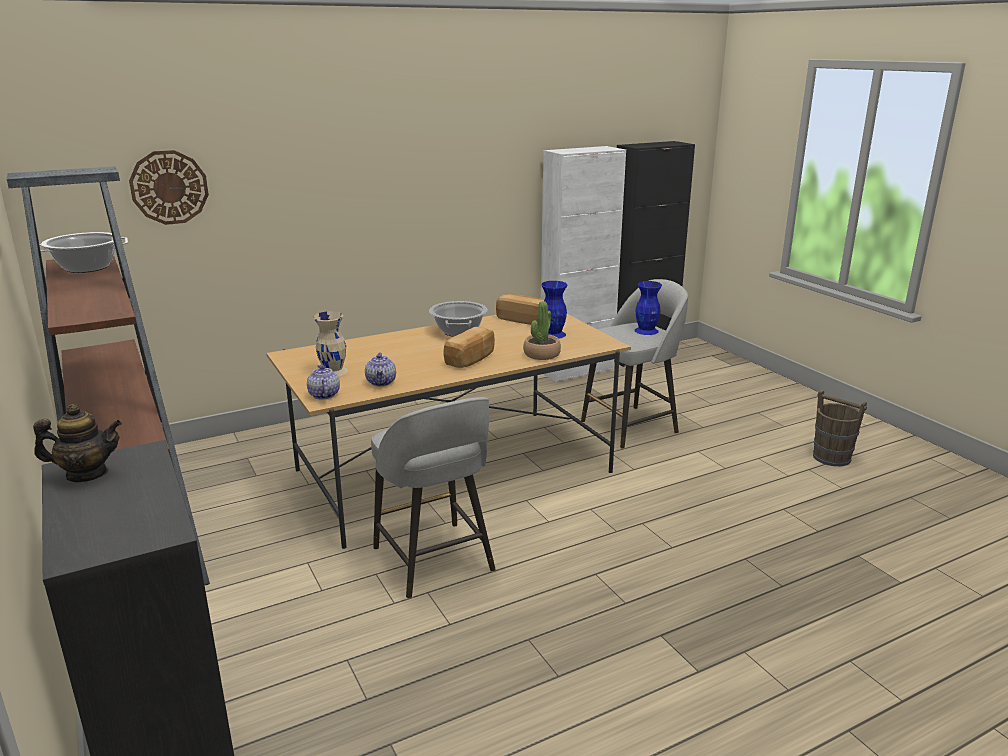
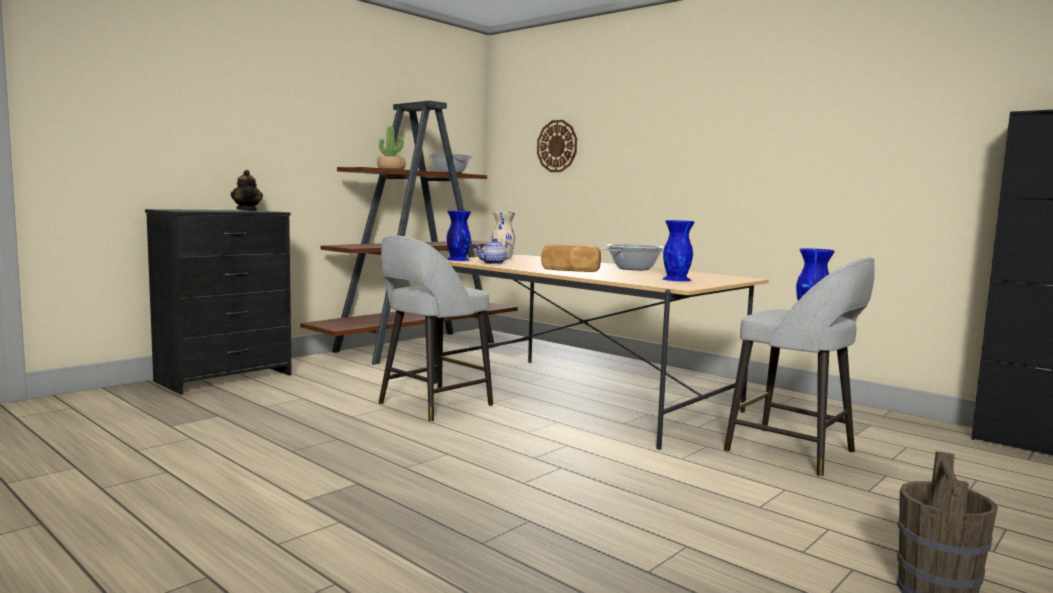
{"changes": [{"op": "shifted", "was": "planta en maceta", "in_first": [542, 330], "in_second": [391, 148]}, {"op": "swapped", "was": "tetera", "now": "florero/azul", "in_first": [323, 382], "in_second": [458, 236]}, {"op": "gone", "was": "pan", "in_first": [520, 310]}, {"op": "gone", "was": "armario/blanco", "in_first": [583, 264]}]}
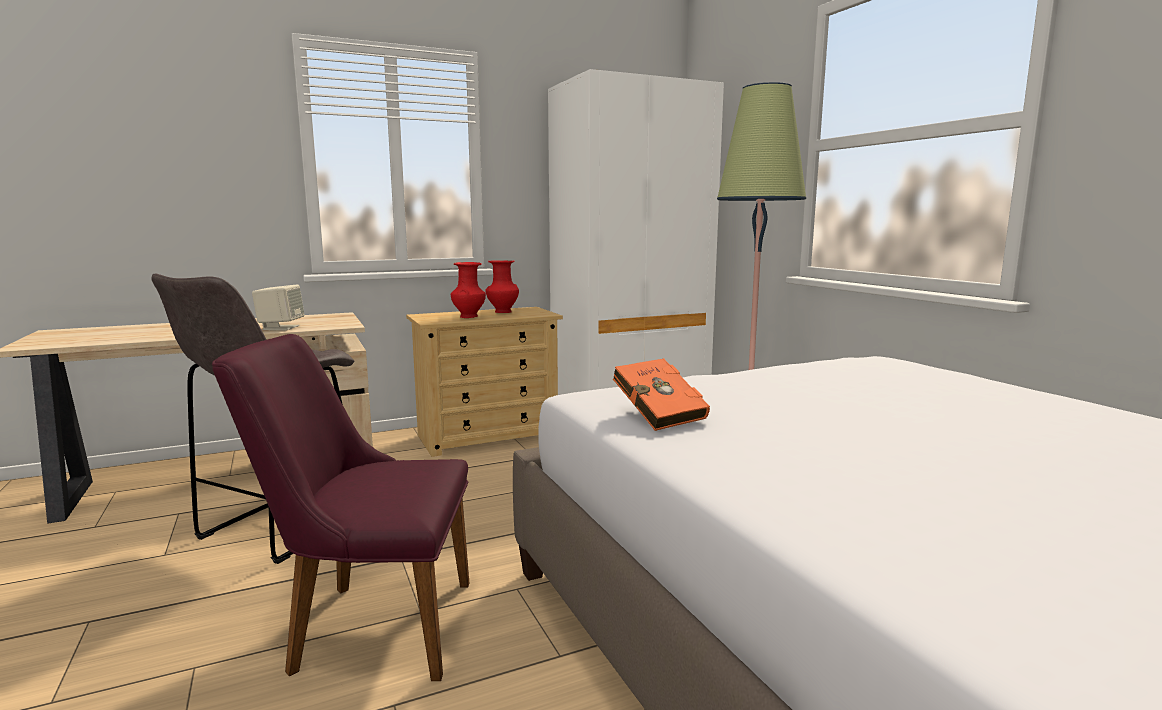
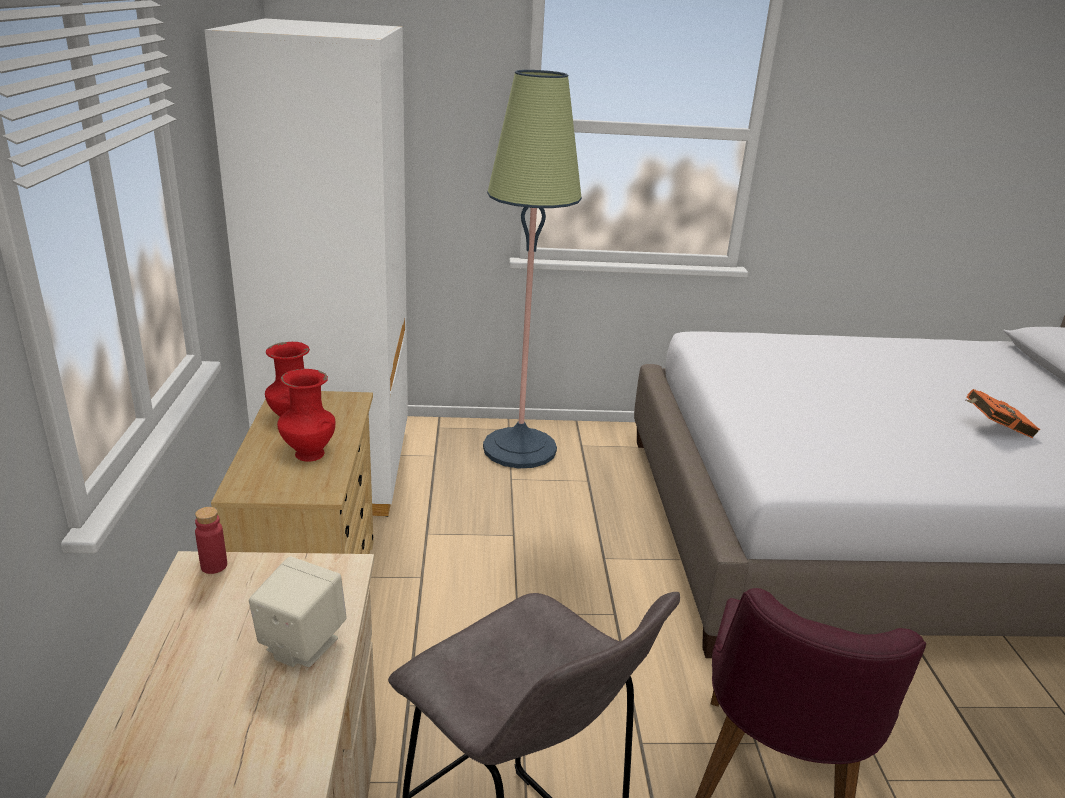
{"changes": [{"op": "new", "now": "botella/rojo", "in_second": [211, 540]}, {"op": "shifted", "was": "libro/naranja", "in_first": [661, 394], "in_second": [1002, 413]}]}
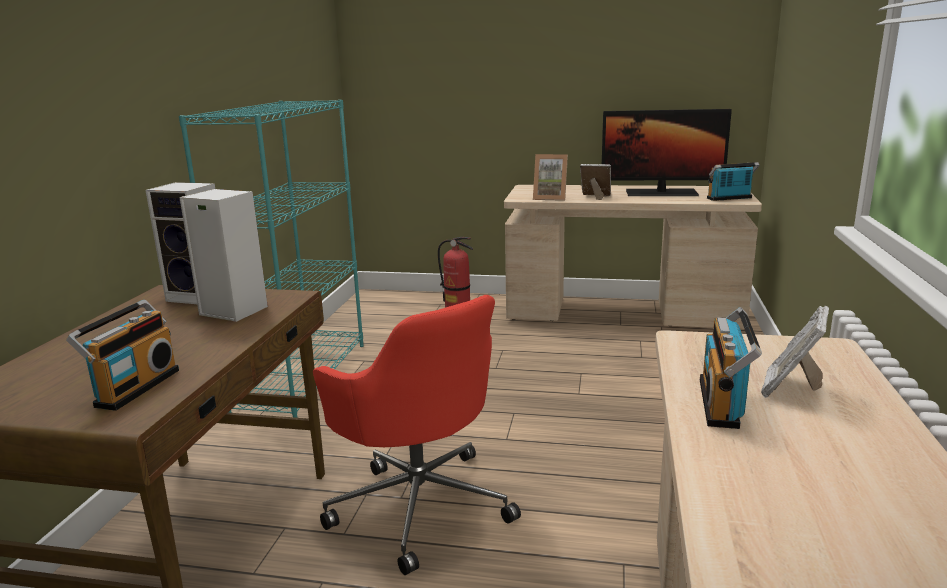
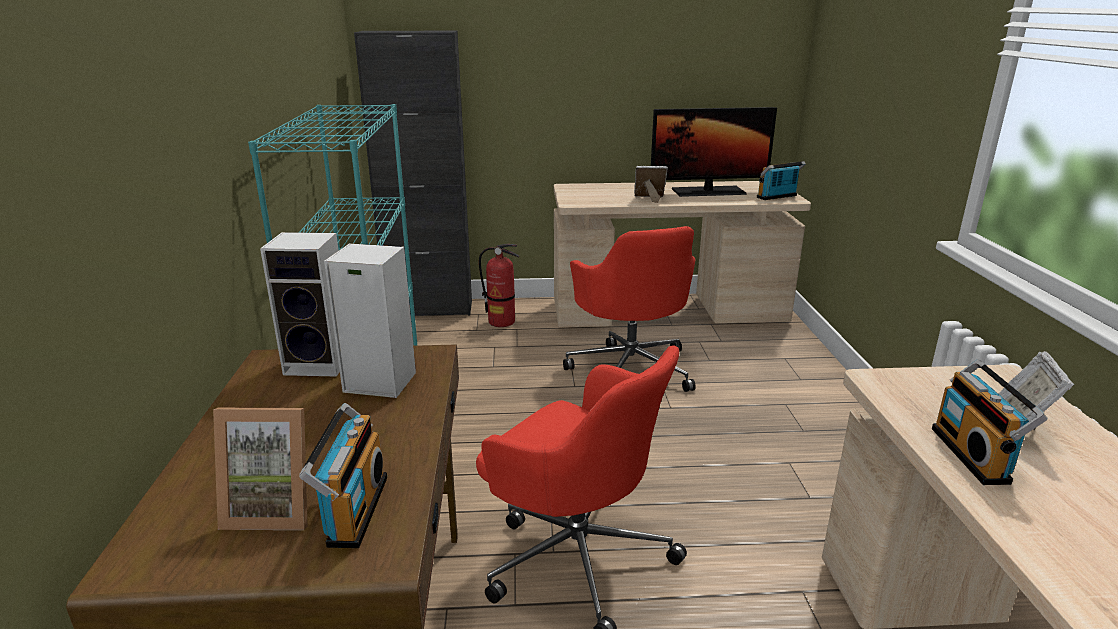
{"changes": [{"op": "shifted", "was": "portarretratos", "in_first": [550, 177], "in_second": [260, 469]}, {"op": "new", "now": "armario/negro", "in_second": [413, 173]}, {"op": "new", "now": "silla de oficina/rojo", "in_second": [629, 309]}]}
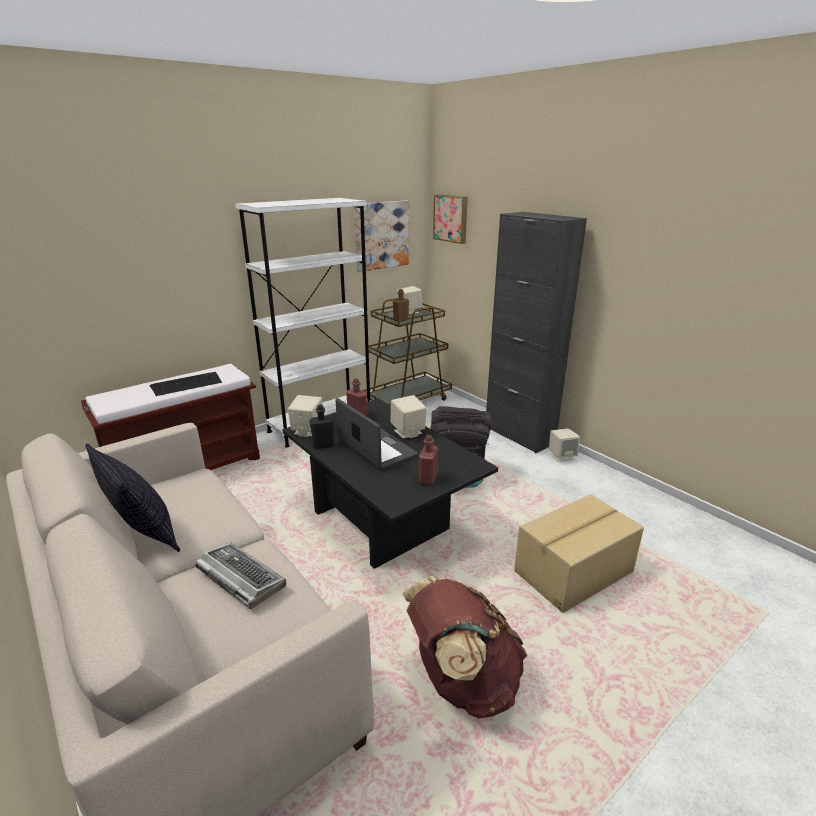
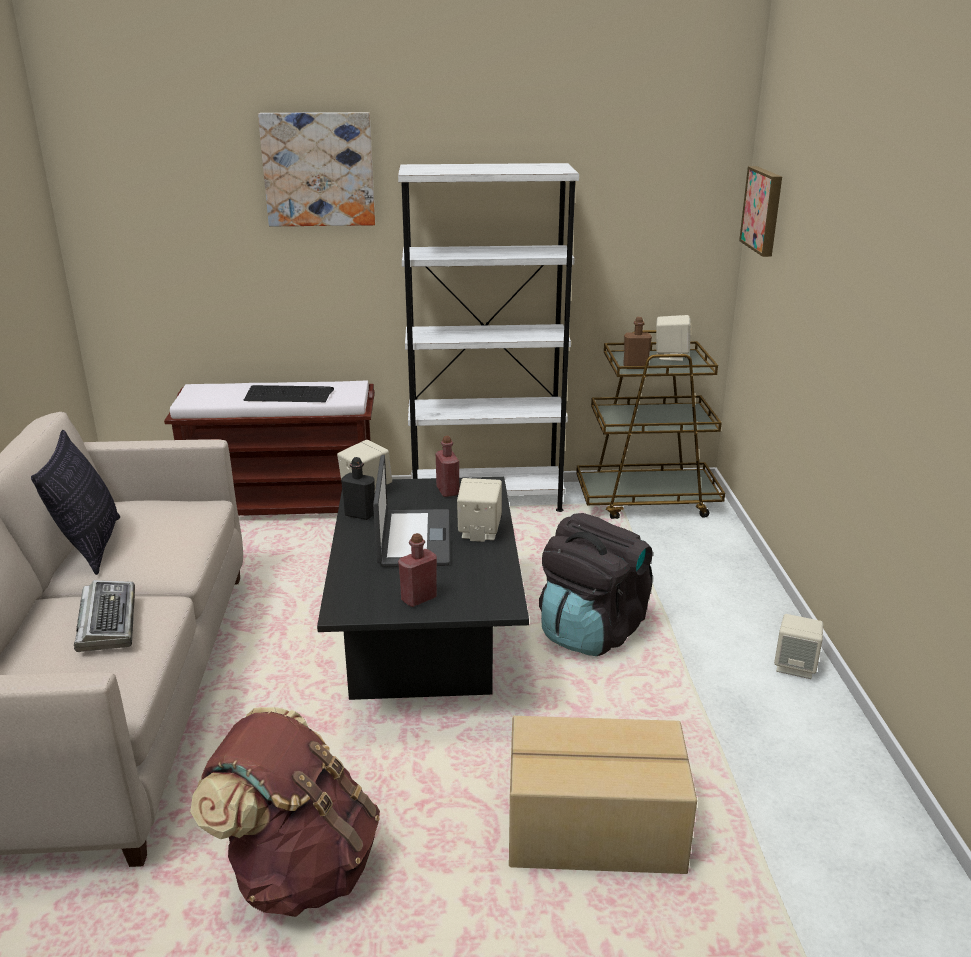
{"changes": [{"op": "shifted", "was": "cuadro", "in_first": [381, 236], "in_second": [316, 169]}, {"op": "gone", "was": "armario/negro", "in_first": [536, 332]}]}
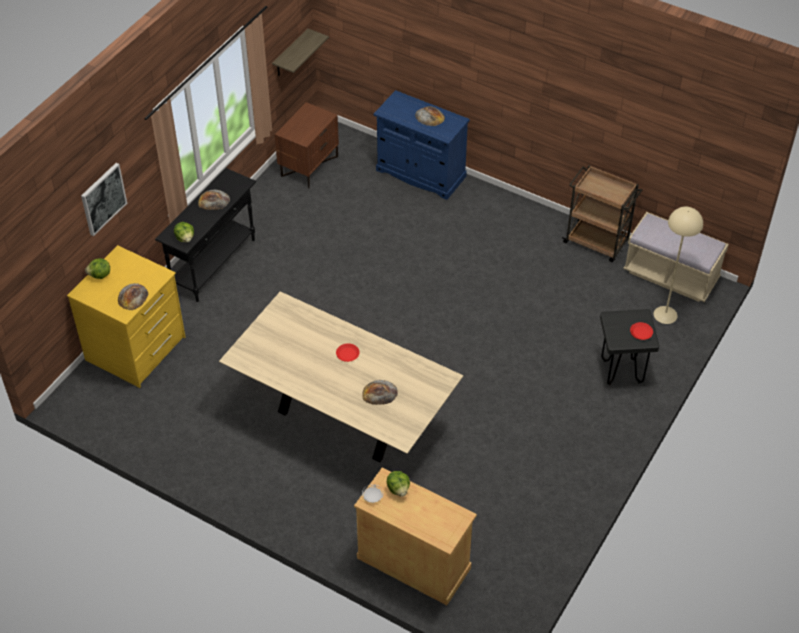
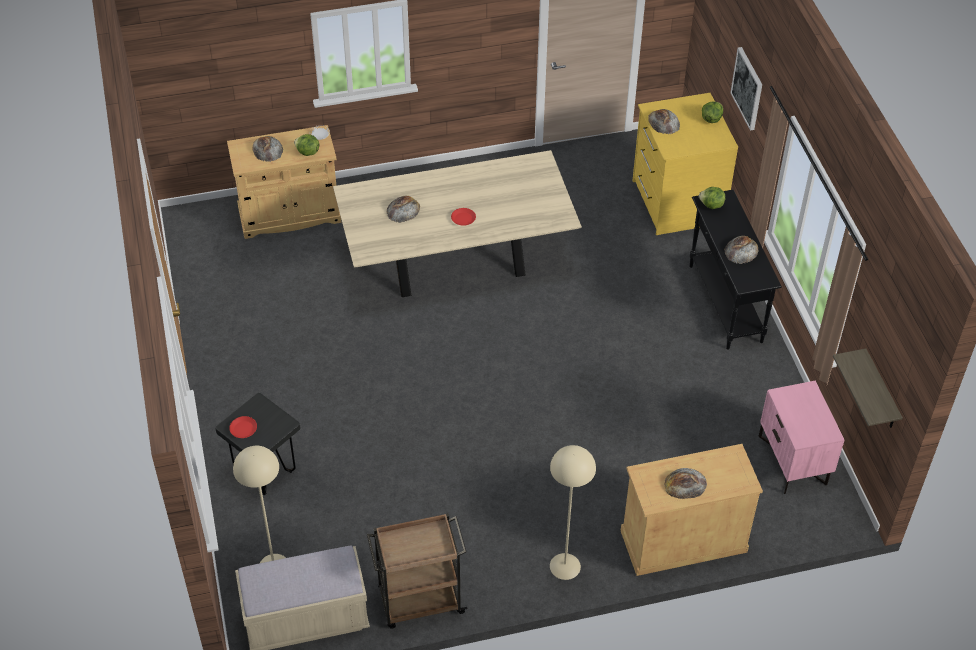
{"changes": [{"op": "new", "now": "pan", "in_second": [267, 149]}, {"op": "new", "now": "lámpara de pie/beis", "in_second": [573, 512]}, {"op": "repainted", "was": "armario/azul", "now": "armario/beis", "in_first": [422, 145], "in_second": [692, 510]}, {"op": "repainted", "was": "mesita de noche/marrón", "now": "mesita de noche/rosa", "in_first": [307, 145], "in_second": [801, 437]}]}
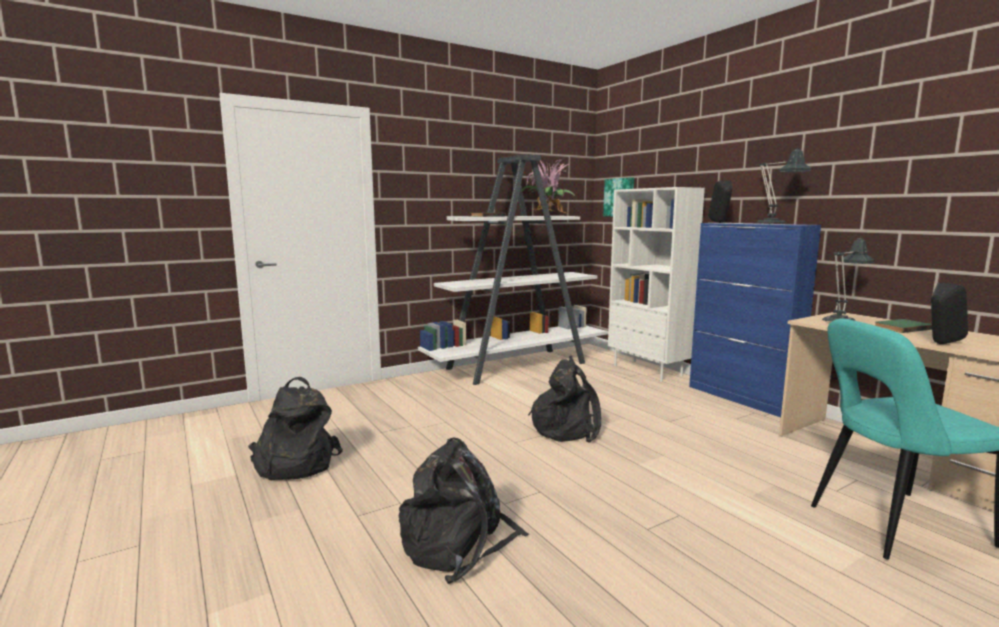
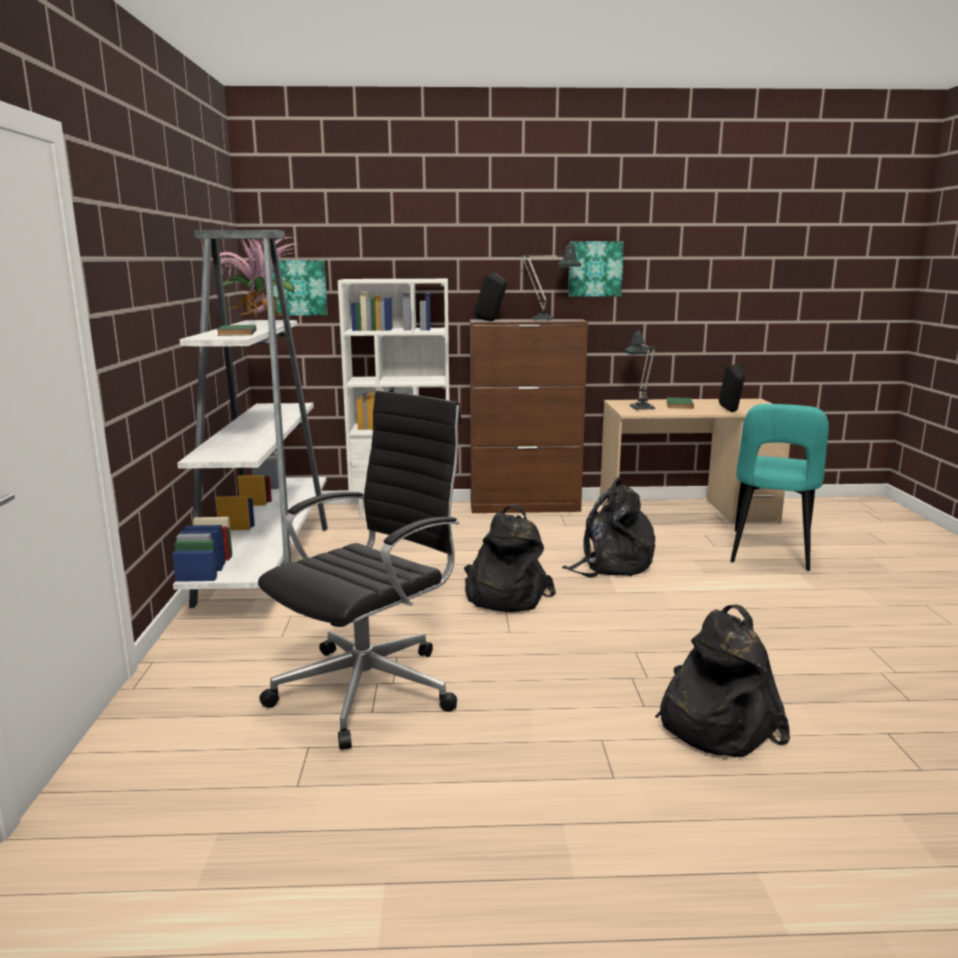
{"changes": [{"op": "new", "now": "silla de oficina/negro", "in_second": [360, 570]}, {"op": "repainted", "was": "armario/azul", "now": "armario/marrón", "in_first": [755, 320], "in_second": [529, 416]}, {"op": "shifted", "was": "mochila/negro", "in_first": [295, 428], "in_second": [608, 527]}, {"op": "new", "now": "cuadro", "in_second": [596, 269]}]}
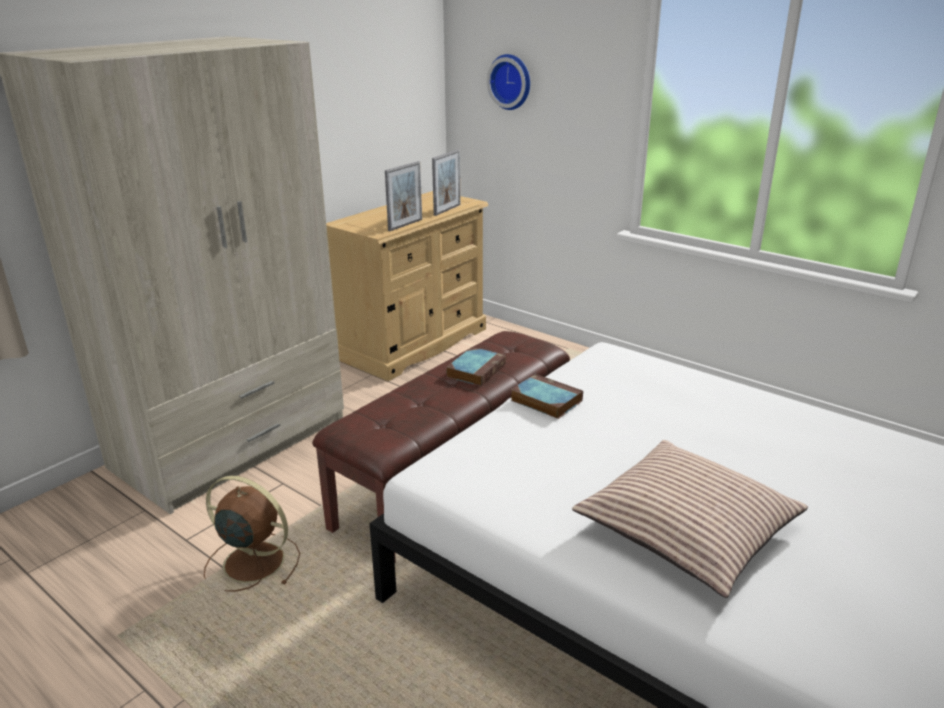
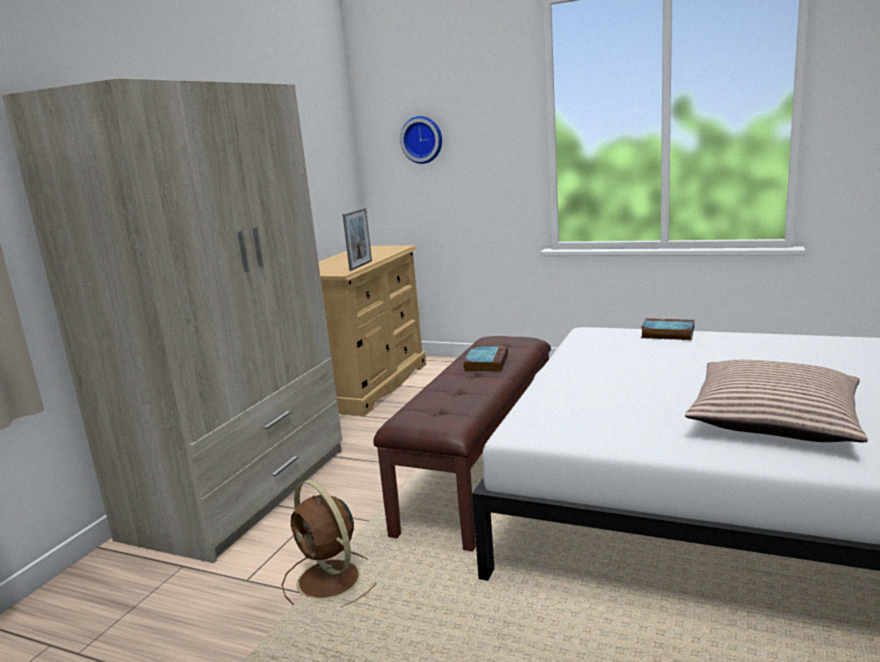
{"changes": [{"op": "rotated", "was": "ventilador/marrón", "in_first": [252, 534], "in_second": [329, 543], "clockwise": -135}, {"op": "shifted", "was": "libro", "in_first": [547, 396], "in_second": [667, 329]}, {"op": "gone", "was": "portarretratos", "in_first": [446, 183]}]}
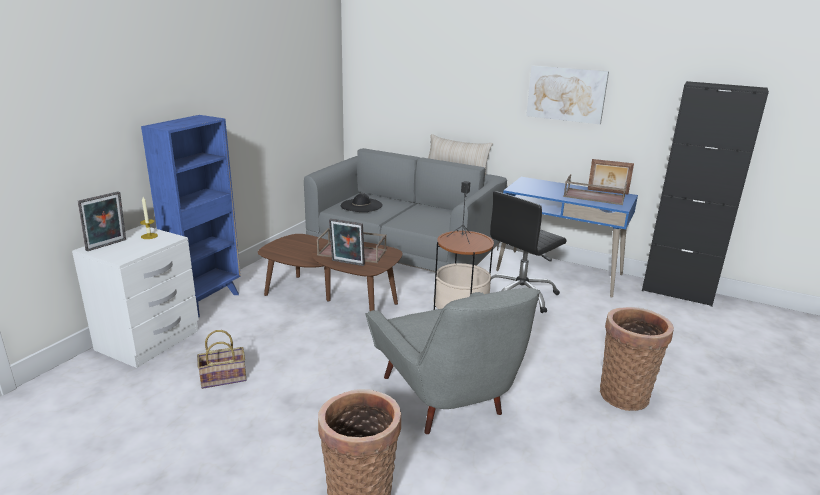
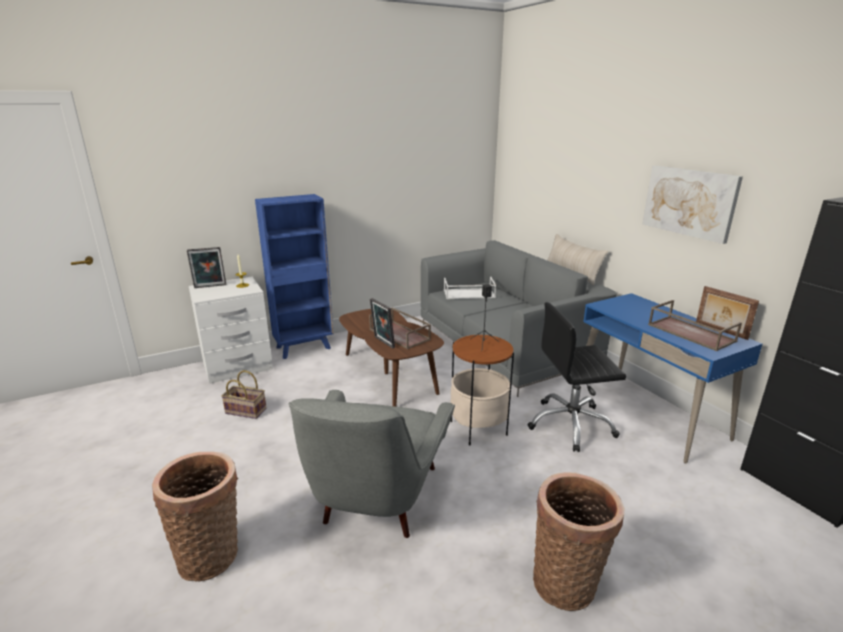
{"changes": [{"op": "swapped", "was": "sombrero/negro", "now": "bandeja/blanco", "in_first": [362, 202], "in_second": [470, 288]}]}
